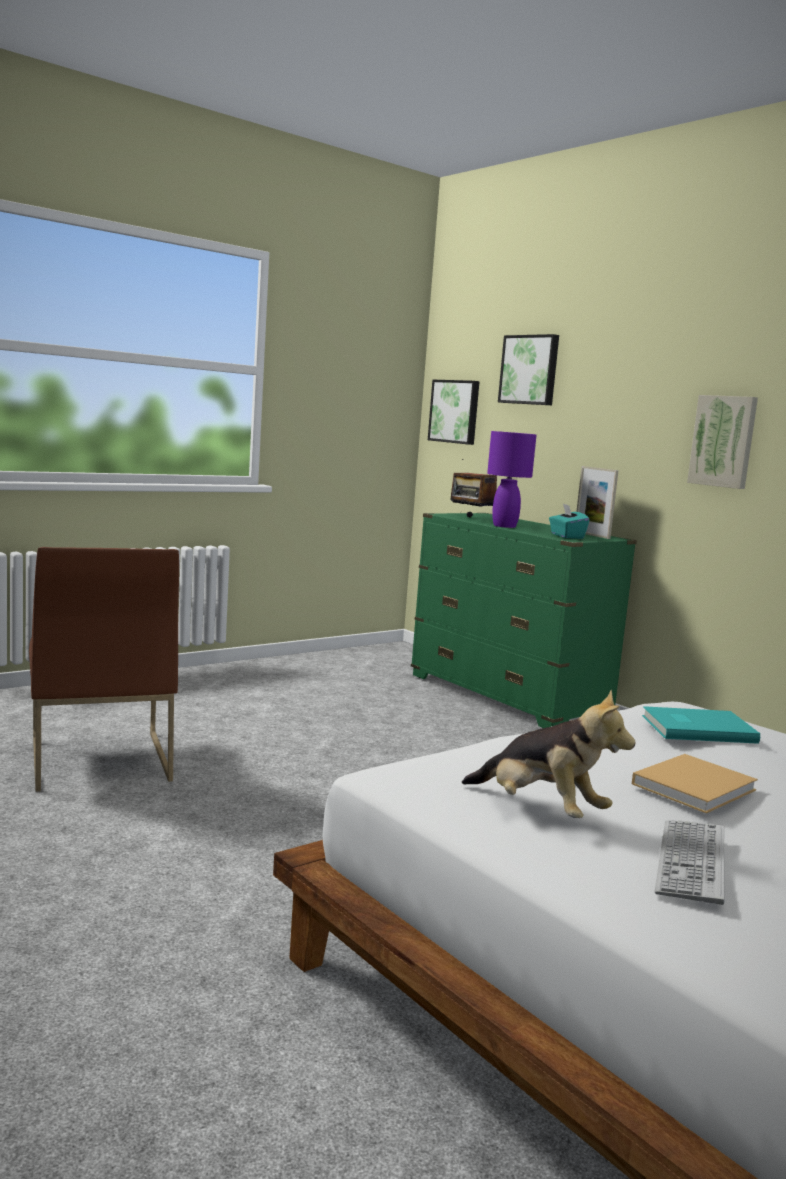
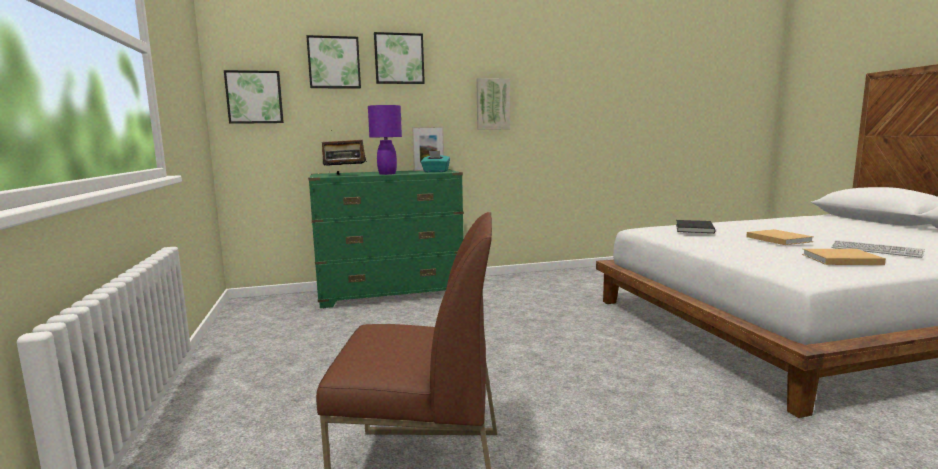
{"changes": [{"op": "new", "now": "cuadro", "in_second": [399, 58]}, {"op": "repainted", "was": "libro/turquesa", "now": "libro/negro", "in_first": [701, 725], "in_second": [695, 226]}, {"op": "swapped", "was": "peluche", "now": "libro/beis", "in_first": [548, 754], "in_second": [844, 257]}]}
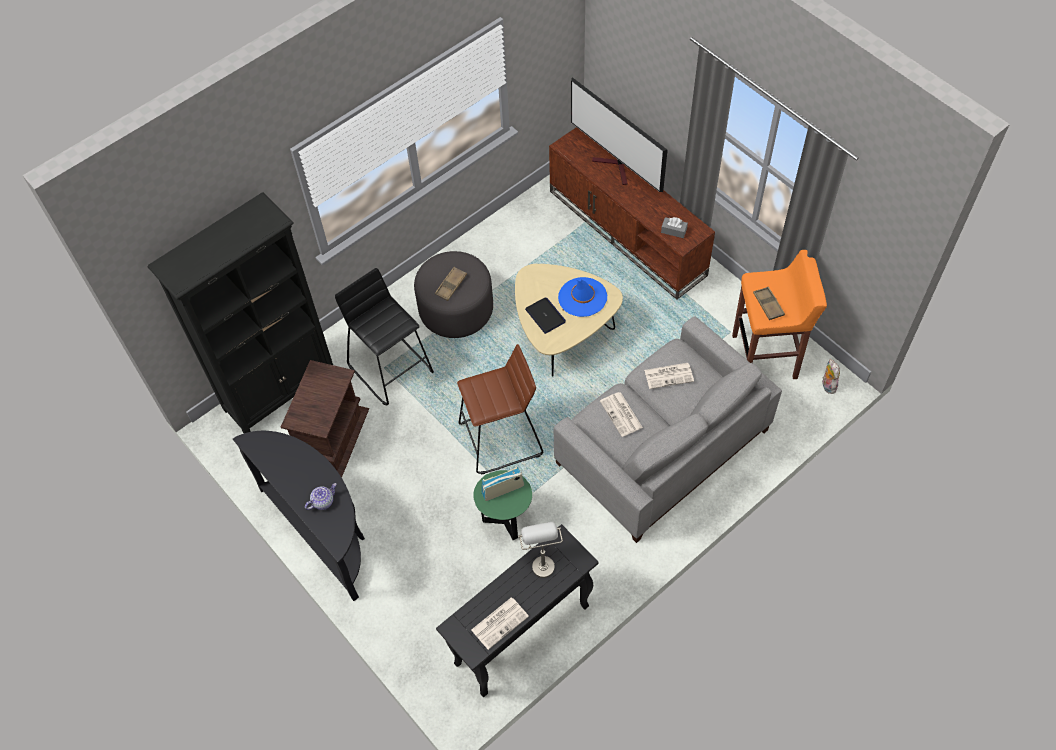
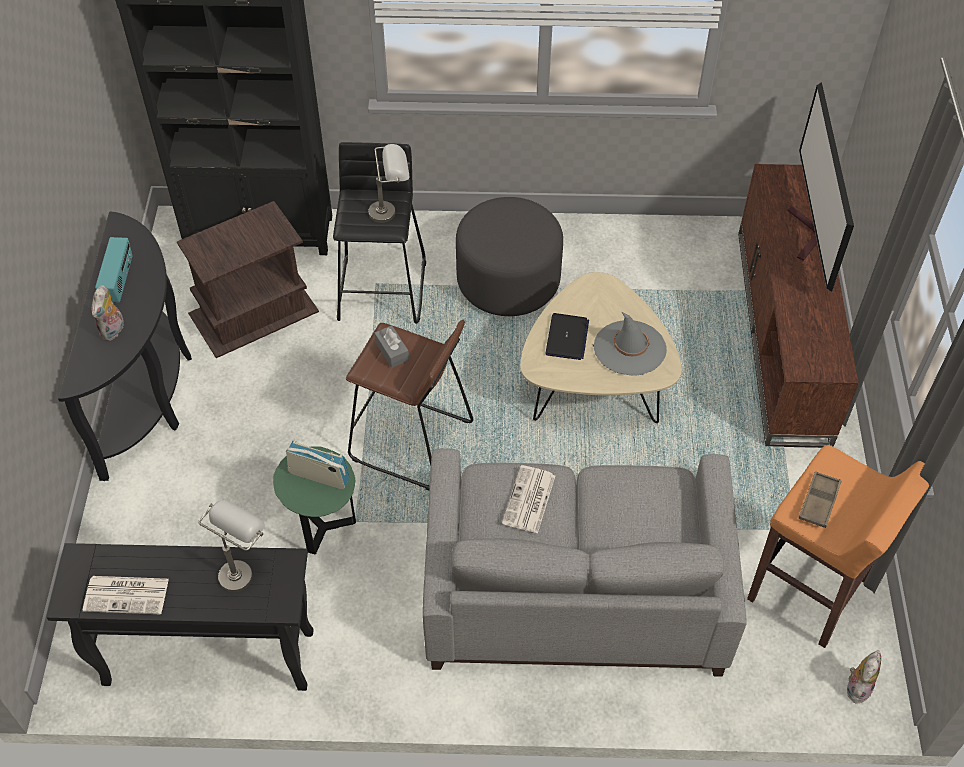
{"changes": [{"op": "swapped", "was": "tetera", "now": "peluche", "in_first": [321, 496], "in_second": [107, 313]}, {"op": "new", "now": "radio", "in_second": [114, 270]}, {"op": "new", "now": "lámpara de mesa/gris", "in_second": [388, 183]}, {"op": "shifted", "was": "caja de pañuelos/gris", "in_first": [674, 227], "in_second": [391, 346]}, {"op": "repainted", "was": "sombrero/azul", "now": "sombrero/gris", "in_first": [582, 297], "in_second": [630, 344]}, {"op": "gone", "was": "bandeja/marrón", "in_first": [451, 284]}, {"op": "gone", "was": "periódico", "in_first": [669, 376]}]}
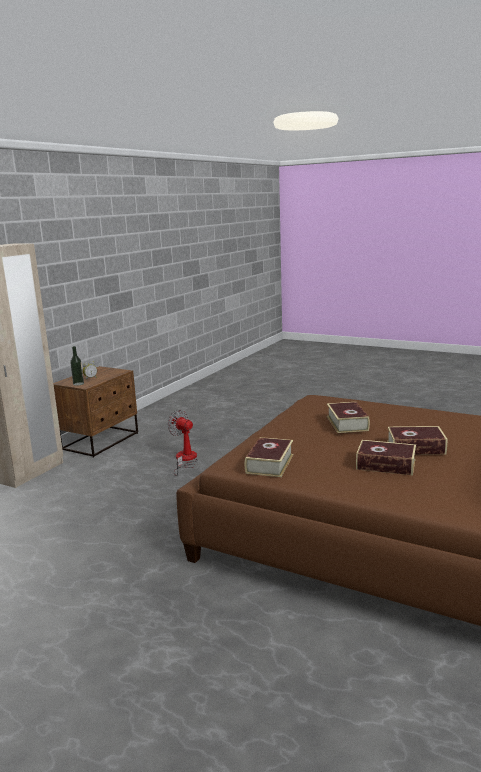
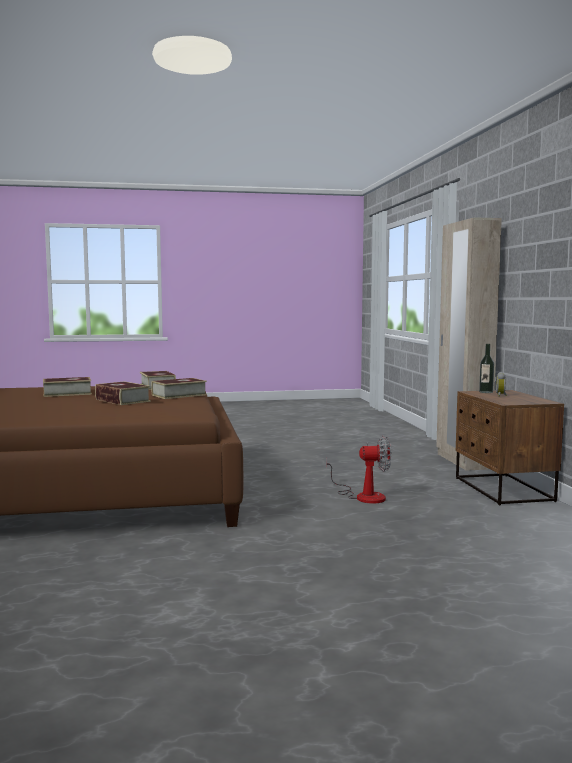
{"changes": [{"op": "shifted", "was": "libro", "in_first": [417, 440], "in_second": [179, 388]}]}
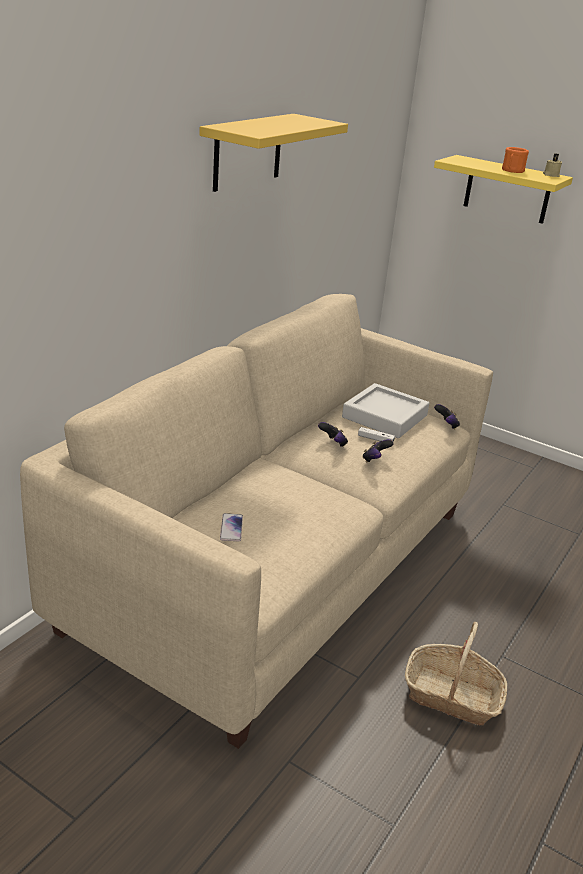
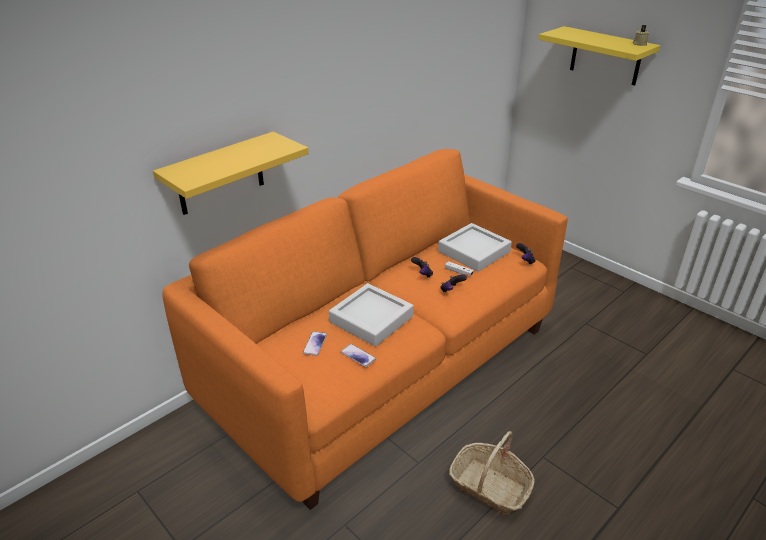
{"changes": [{"op": "shifted", "was": "estante/amarillo", "in_first": [273, 153], "in_second": [231, 173]}, {"op": "repainted", "was": "sofá/beis", "now": "sofá/naranja", "in_first": [256, 521], "in_second": [365, 329]}, {"op": "new", "now": "bandeja/gris", "in_second": [371, 315]}, {"op": "new", "now": "móvil", "in_second": [358, 355]}, {"op": "gone", "was": "taza grande/naranja", "in_first": [515, 160]}]}
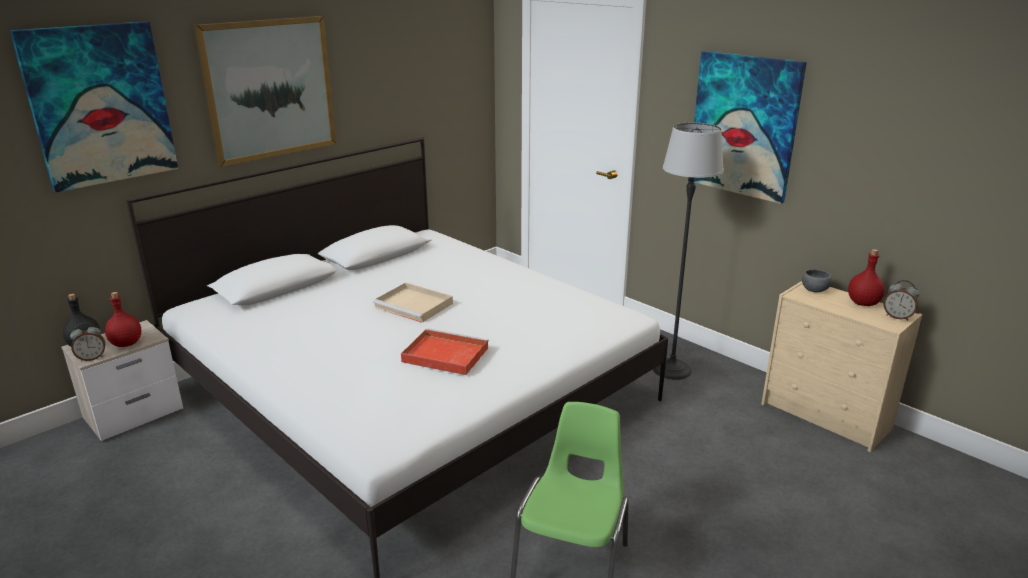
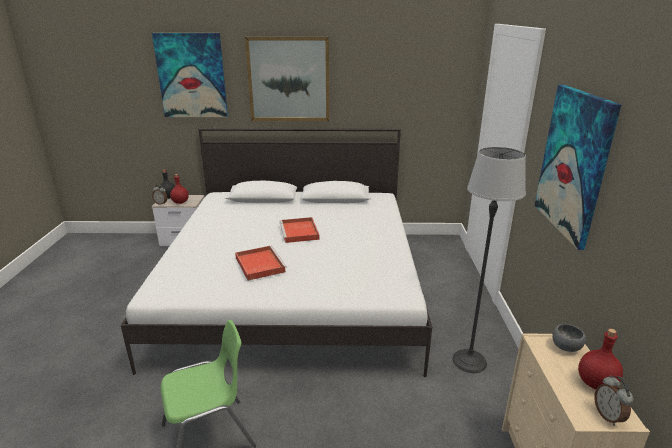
{"changes": [{"op": "repainted", "was": "bandeja/beis", "now": "bandeja/rojo", "in_first": [413, 303], "in_second": [299, 230]}]}
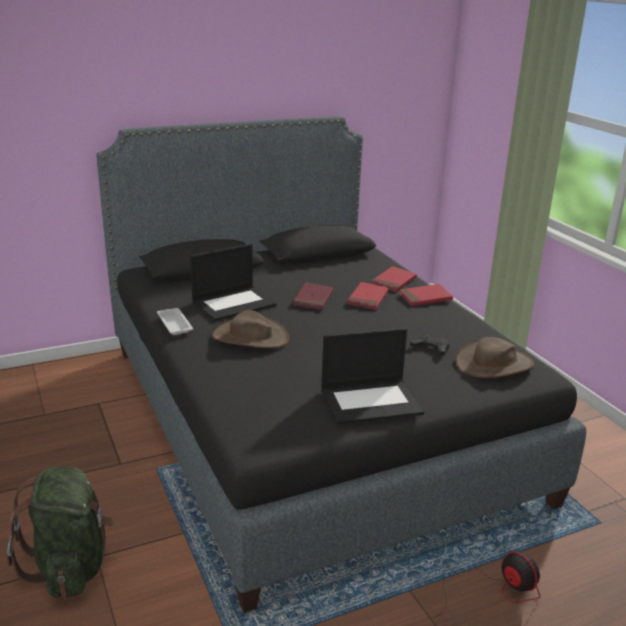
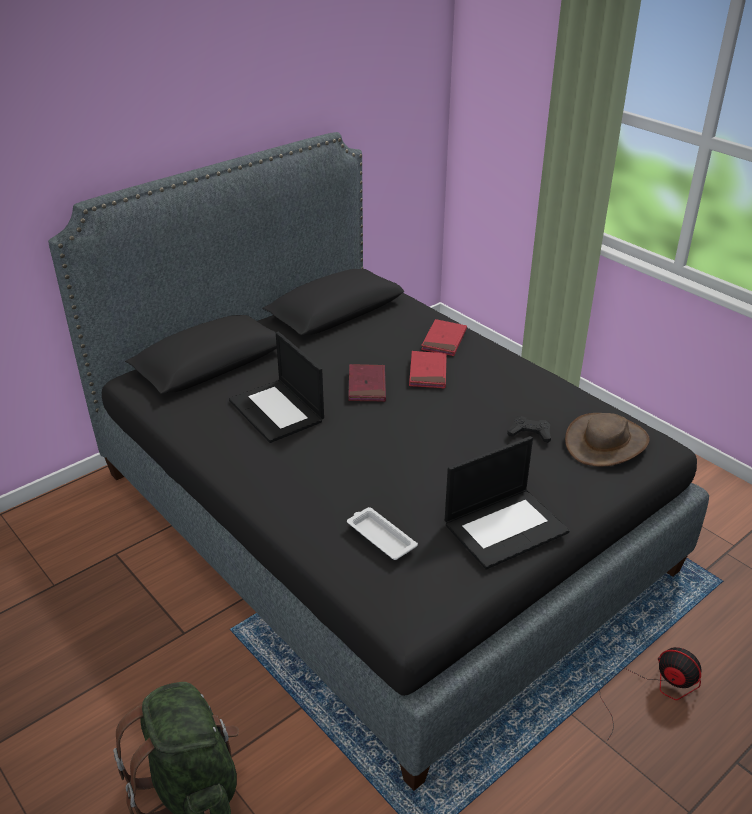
{"changes": [{"op": "rotated", "was": "portátil", "in_first": [233, 282], "in_second": [276, 387], "clockwise": 105}, {"op": "shifted", "was": "bandeja/blanco", "in_first": [175, 321], "in_second": [382, 533]}, {"op": "gone", "was": "sombrero/marrón", "in_first": [250, 329]}, {"op": "gone", "was": "libro/rojo", "in_first": [426, 295]}]}
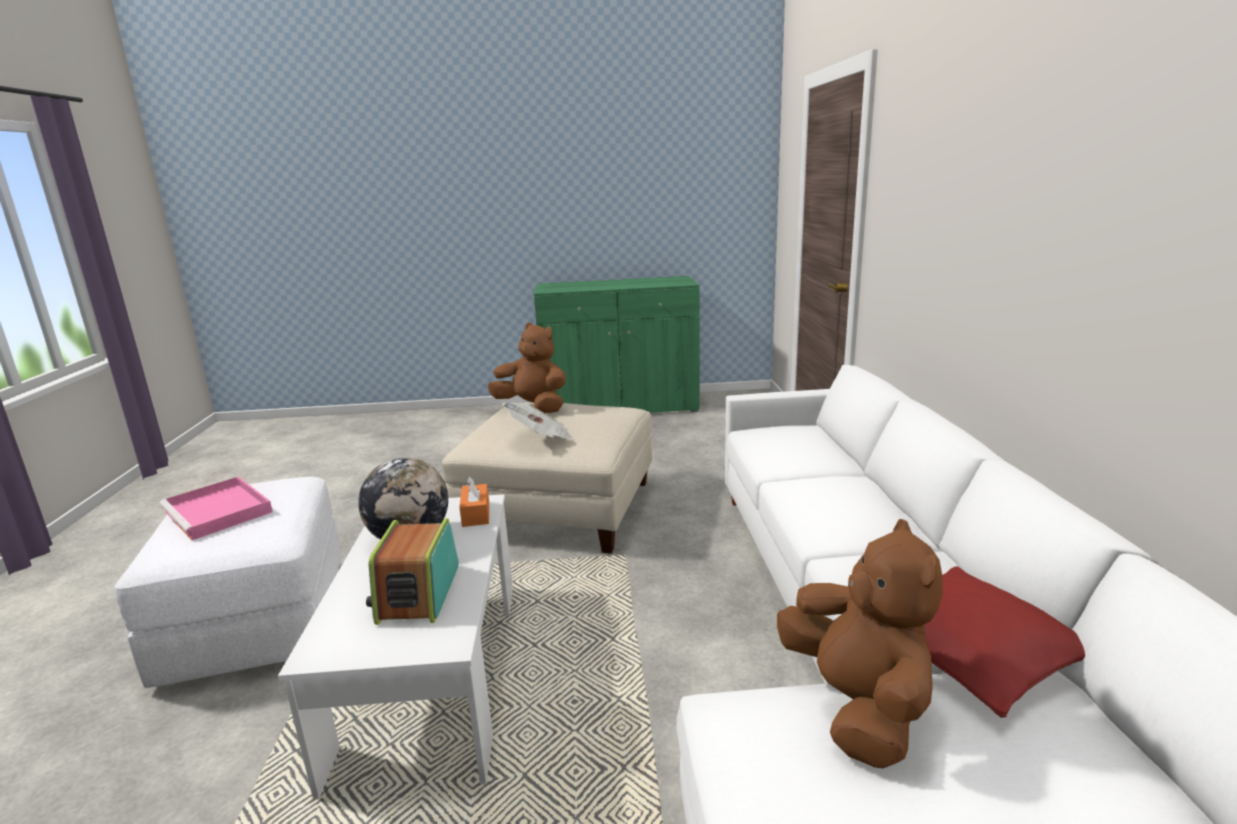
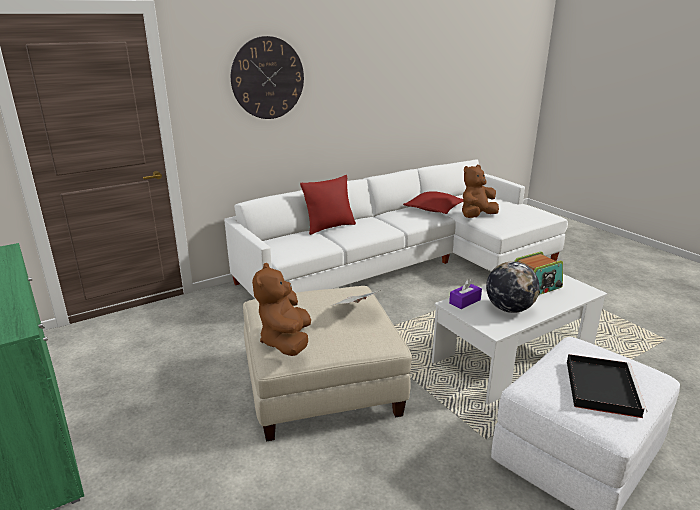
{"changes": [{"op": "new", "now": "reloj de pared", "in_second": [267, 77]}, {"op": "new", "now": "cojín/rojo", "in_second": [328, 205]}, {"op": "repainted", "was": "caja de pañuelos/naranja", "now": "caja de pañuelos/morado", "in_first": [474, 501], "in_second": [465, 294]}, {"op": "repainted", "was": "bandeja/rosa", "now": "bandeja/negro", "in_first": [216, 508], "in_second": [607, 386]}]}
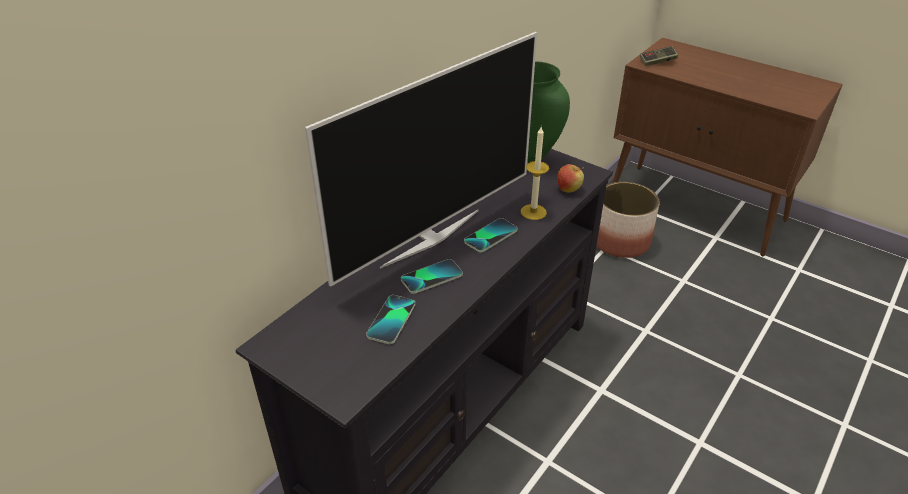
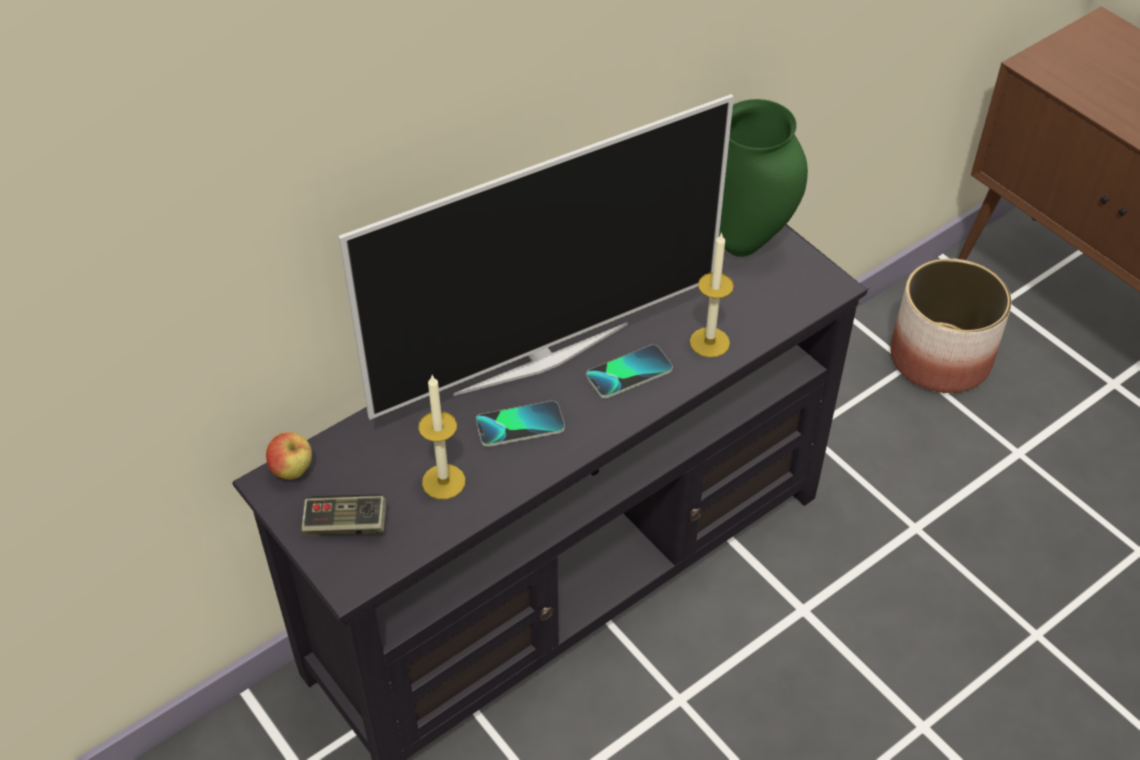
{"changes": [{"op": "shifted", "was": "manzana", "in_first": [570, 178], "in_second": [289, 456]}, {"op": "shifted", "was": "mando de consola", "in_first": [659, 56], "in_second": [344, 514]}, {"op": "swapped", "was": "móvil", "now": "vela", "in_first": [390, 319], "in_second": [442, 436]}]}
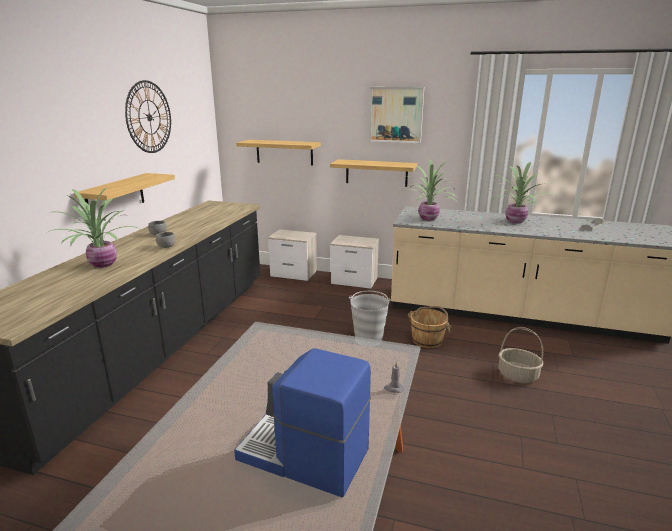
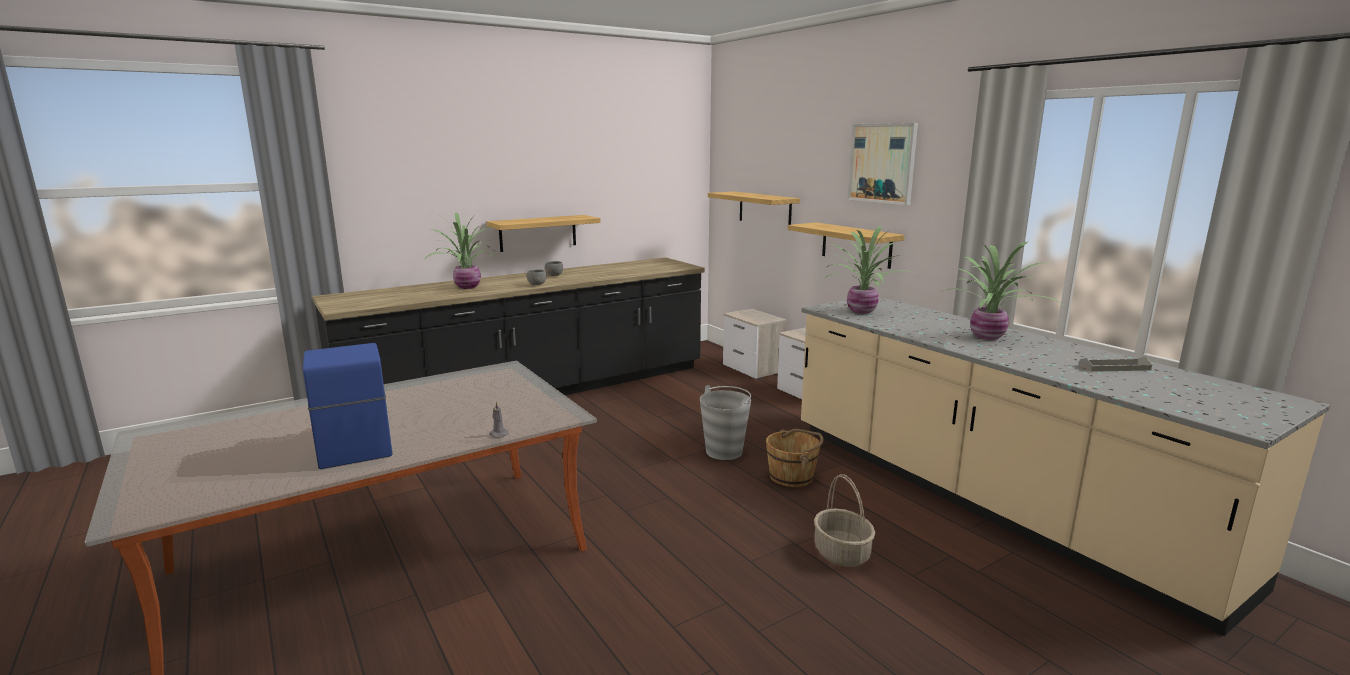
{"changes": [{"op": "gone", "was": "reloj de pared", "in_first": [148, 116]}]}
